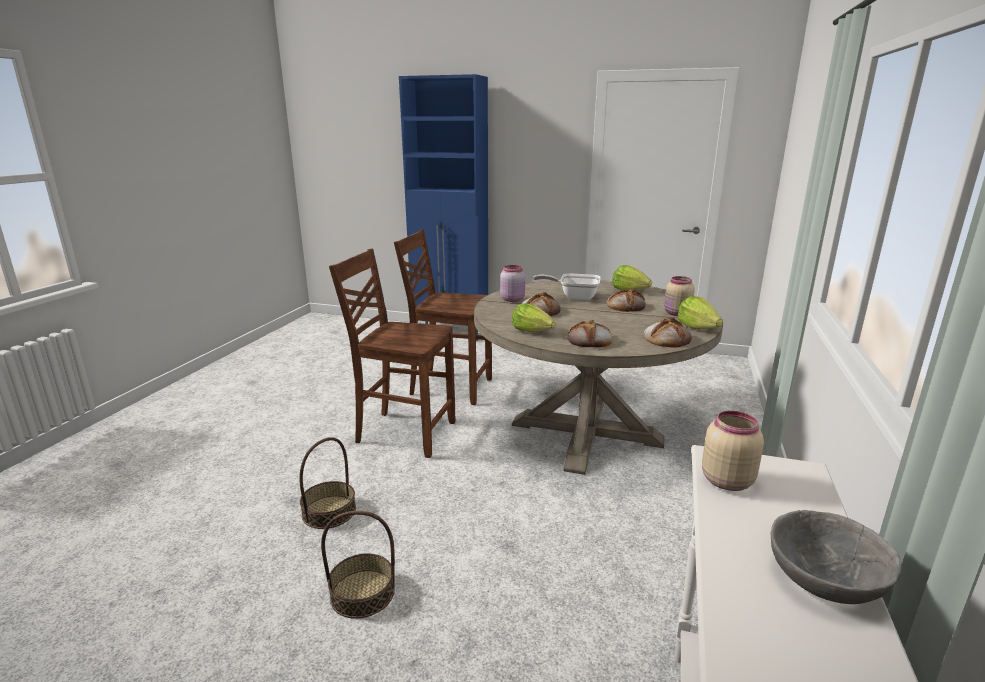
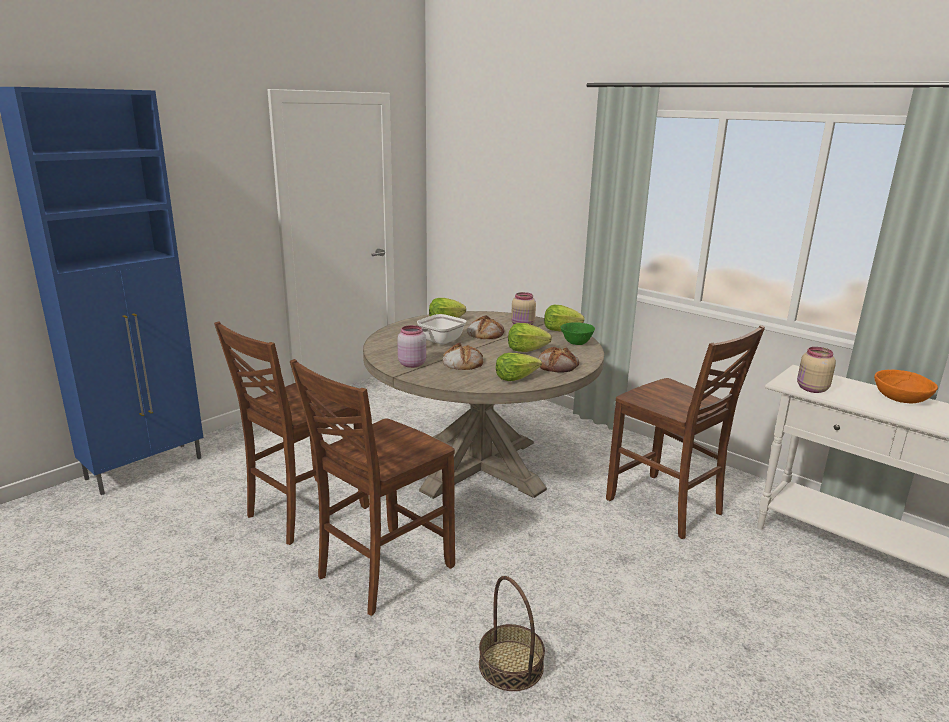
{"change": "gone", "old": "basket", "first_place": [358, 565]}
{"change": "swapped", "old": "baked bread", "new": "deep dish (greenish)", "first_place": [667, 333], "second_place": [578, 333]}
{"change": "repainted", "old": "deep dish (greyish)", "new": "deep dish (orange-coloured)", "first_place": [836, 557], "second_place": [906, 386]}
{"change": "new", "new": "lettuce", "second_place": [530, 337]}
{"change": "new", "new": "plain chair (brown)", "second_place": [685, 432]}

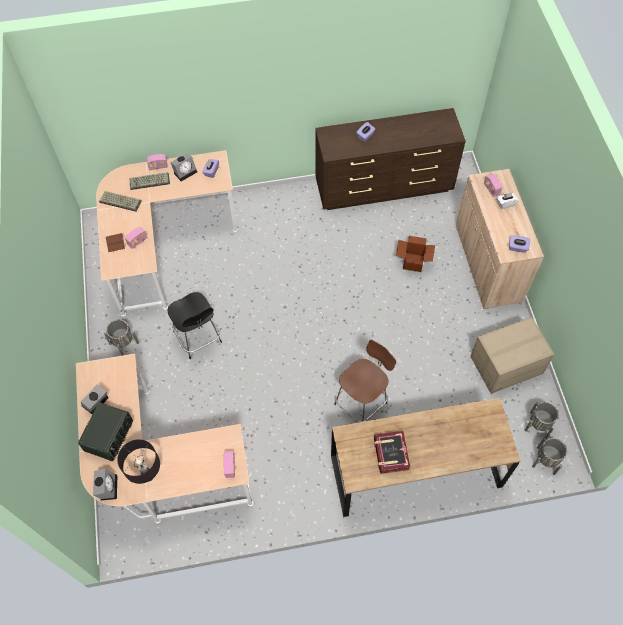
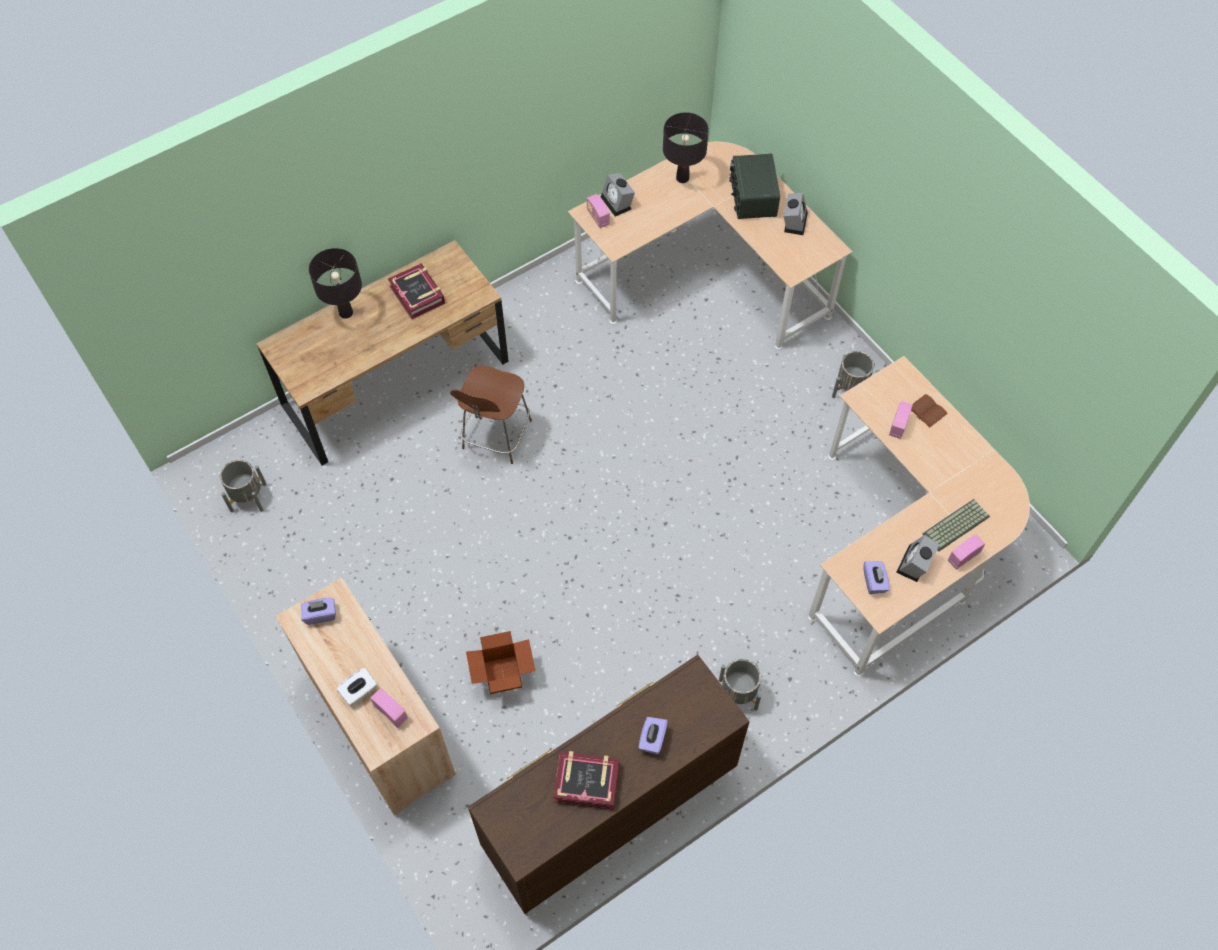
{"change": "shifted", "old": "alarm clock", "first_place": [105, 484], "second_place": [618, 194]}
{"change": "gone", "old": "PC keyboard", "first_place": [120, 201]}
{"change": "gone", "old": "plain chair (black)", "first_place": [194, 325]}
{"change": "gone", "old": "carton", "first_place": [512, 355]}
{"change": "shifted", "old": "plant pot (greyish)", "first_place": [549, 456], "second_place": [740, 685]}
{"change": "new", "new": "tabletop lamp (black)", "second_place": [335, 283]}
{"change": "new", "new": "volume", "second_place": [586, 780]}

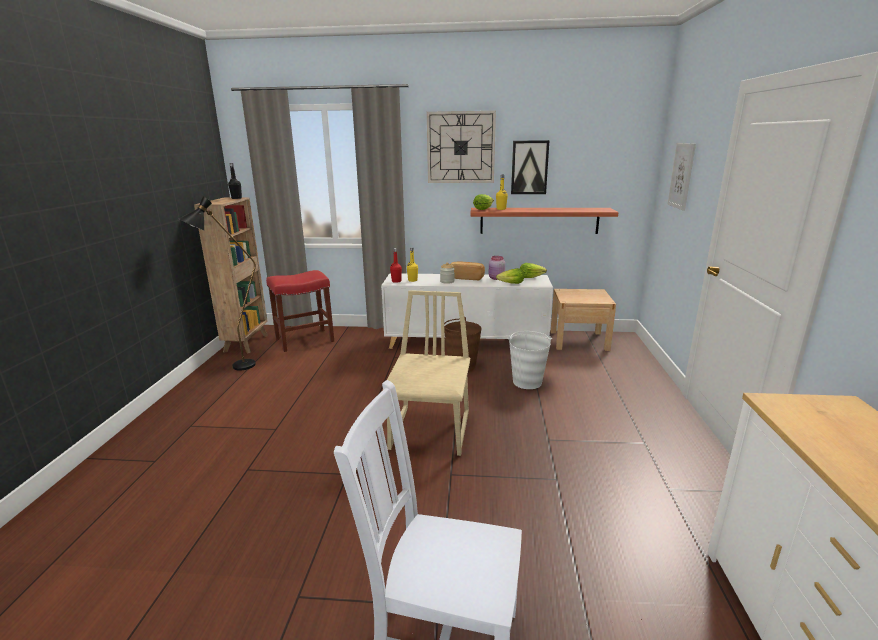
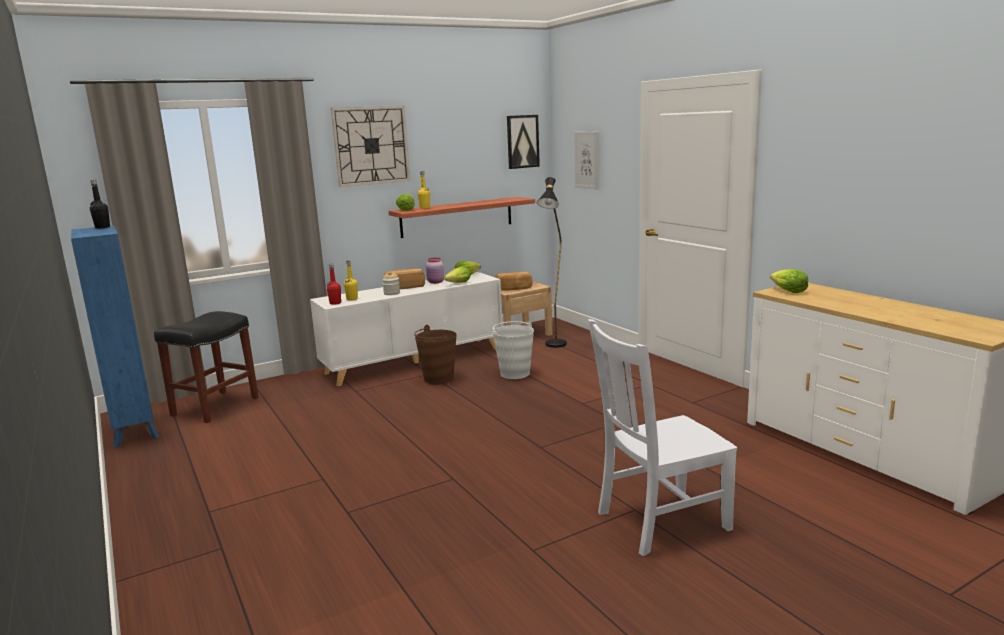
{"change": "shifted", "old": "standing lamp (black)", "first_place": [217, 283], "second_place": [552, 262]}
{"change": "repainted", "old": "bookshelf (brown)", "new": "bookshelf (blue)", "first_place": [231, 275], "second_place": [115, 336]}
{"change": "repainted", "old": "sitting stool (reddish)", "new": "sitting stool (black)", "first_place": [300, 311], "second_place": [206, 367]}
{"change": "gone", "old": "plain chair (beige-coloured)", "first_place": [426, 373]}
{"change": "shifted", "old": "wall picture", "first_place": [530, 167], "second_place": [523, 142]}
{"change": "new", "new": "baked bread", "second_place": [513, 281]}
{"change": "new", "new": "lettuce", "second_place": [789, 281]}

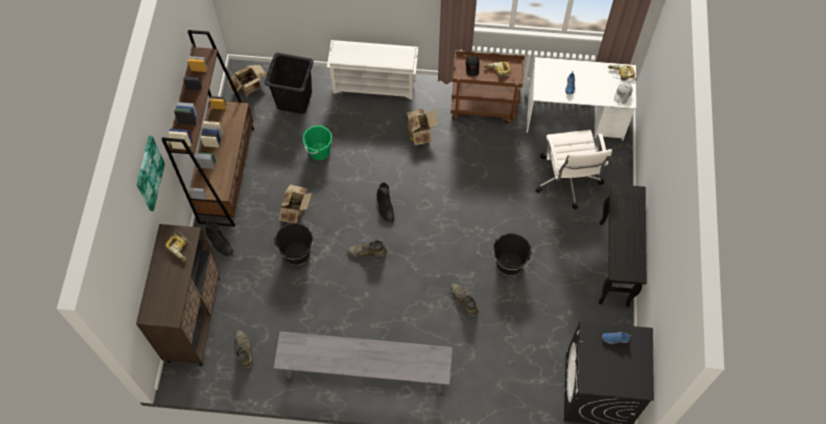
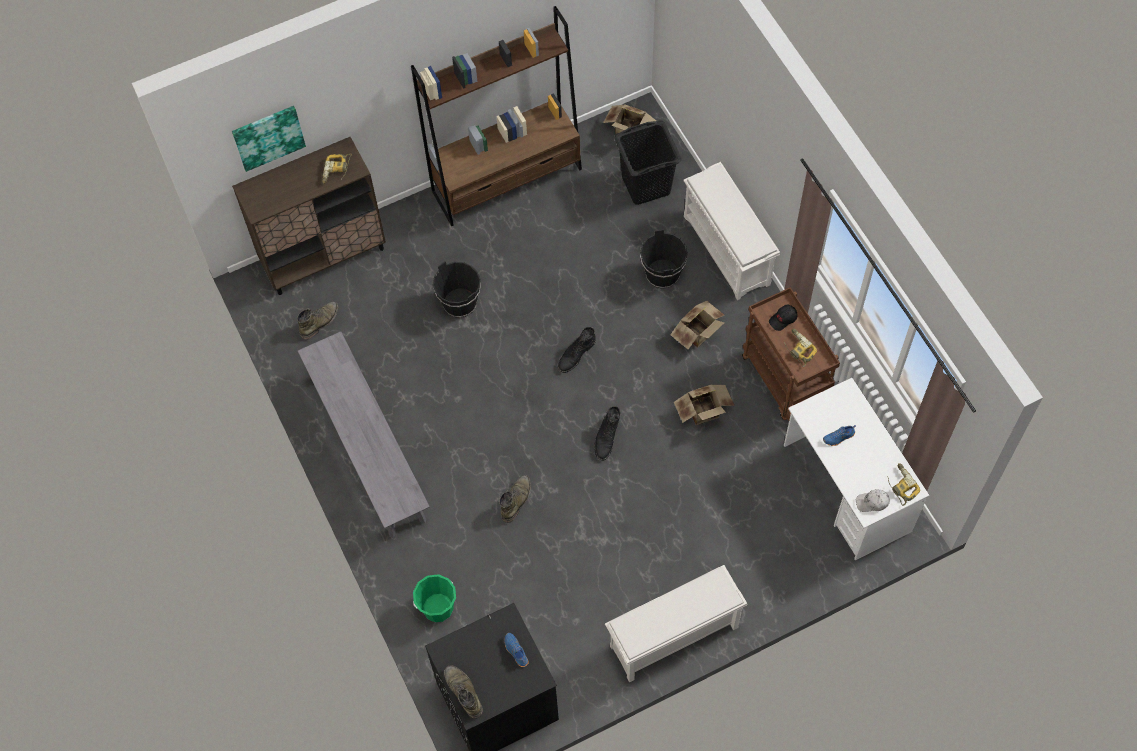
{"change": "shifted", "old": "wall picture", "first_place": [151, 173], "second_place": [269, 139]}
{"change": "shifted", "old": "boot (black)", "first_place": [220, 238], "second_place": [607, 433]}
{"change": "shifted", "old": "carton", "first_place": [295, 204], "second_place": [704, 405]}
{"change": "shifted", "old": "bucket (greenish)", "first_place": [317, 143], "second_place": [434, 598]}
{"change": "shifted", "old": "boot (greenish)", "first_place": [367, 249], "second_place": [463, 692]}
{"change": "shifted", "old": "bucket (black)", "first_place": [512, 254], "second_place": [664, 259]}
{"change": "gone", "old": "computer chair (whitish)", "first_place": [574, 169]}
{"change": "swapped", "old": "narrow table (black)", "new": "shoe stand (whitish)", "first_place": [623, 245], "second_place": [676, 624]}

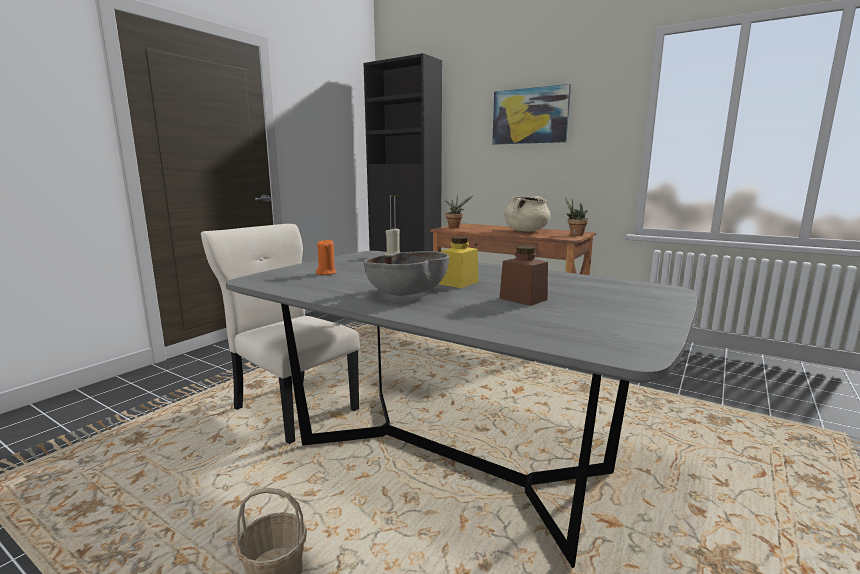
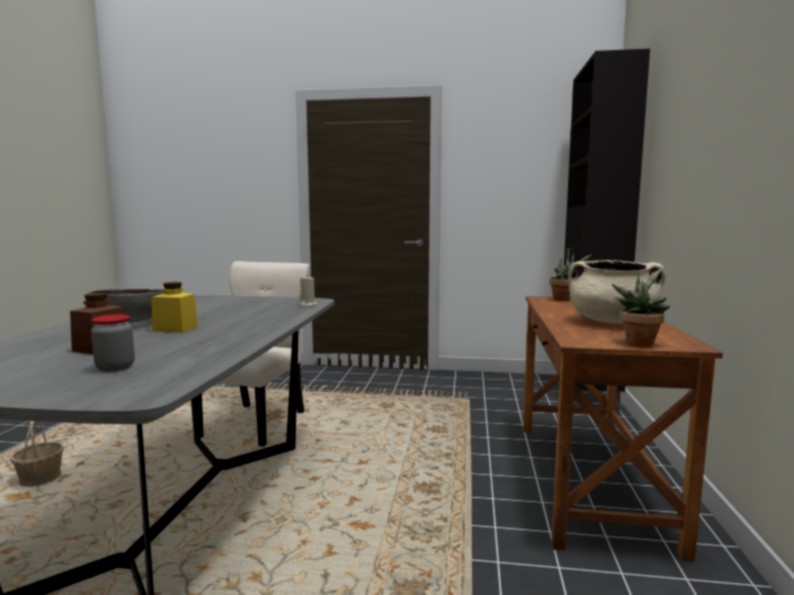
{"change": "gone", "old": "wax candle (orange-coloured)", "first_place": [326, 257]}
{"change": "gone", "old": "wall picture", "first_place": [531, 114]}
{"change": "new", "new": "preserve jar", "second_place": [113, 343]}

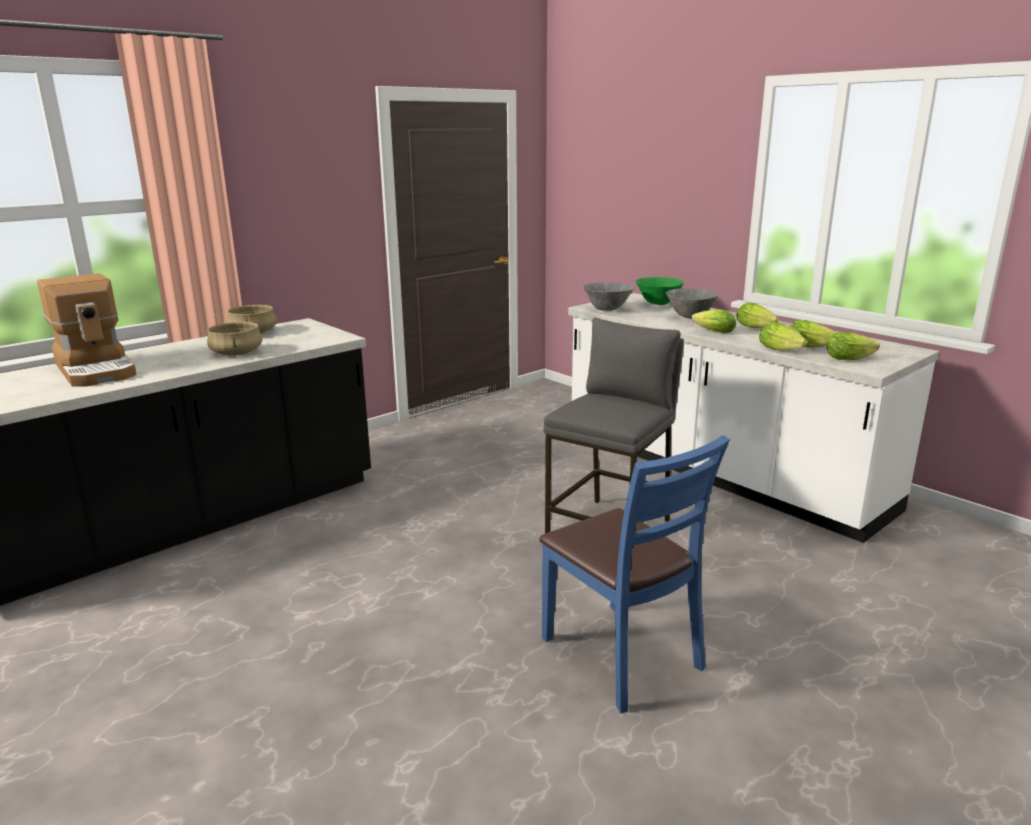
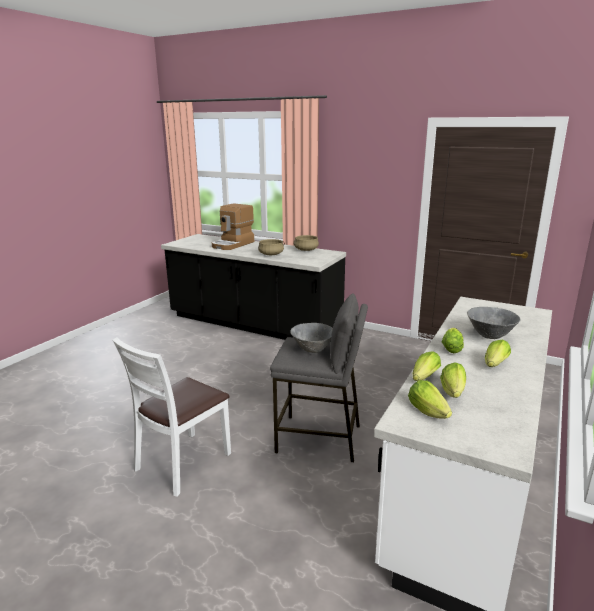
{"change": "repainted", "old": "plain chair (blue)", "new": "plain chair (whitish)", "first_place": [634, 574], "second_place": [172, 417]}
{"change": "shifted", "old": "deep dish (greyish)", "first_place": [608, 297], "second_place": [311, 338]}
{"change": "gone", "old": "deep dish (greenish)", "first_place": [659, 291]}

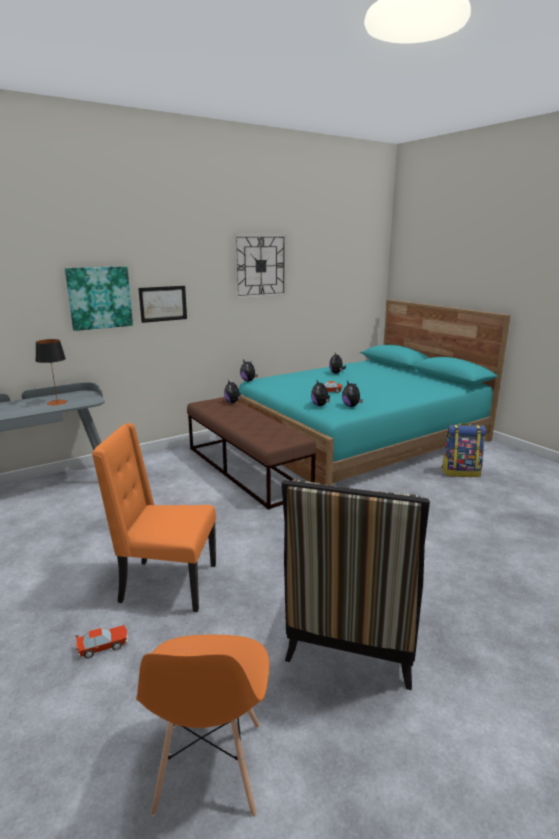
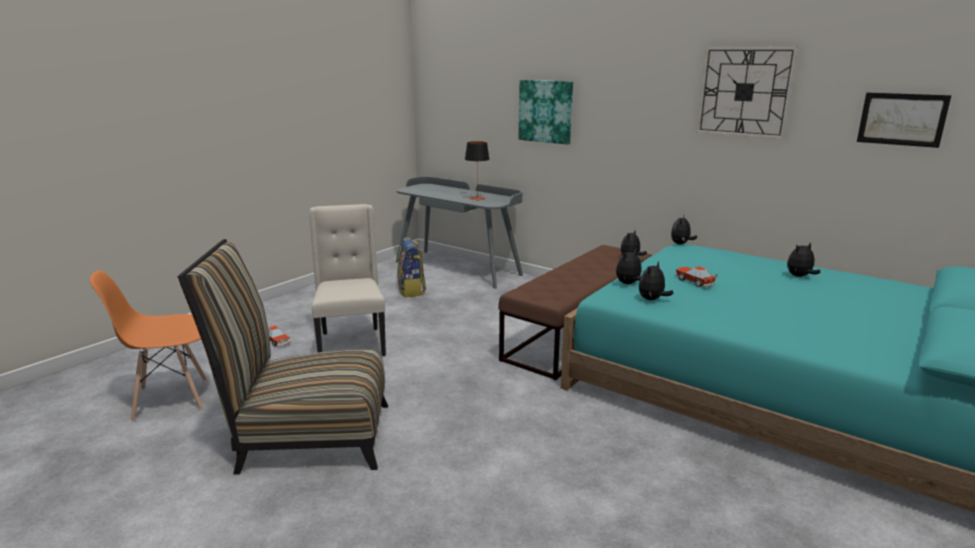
{"change": "repainted", "old": "plain chair (orange-coloured)", "new": "plain chair (beige-coloured)", "first_place": [154, 517], "second_place": [347, 280]}
{"change": "shifted", "old": "wall picture", "first_place": [162, 304], "second_place": [904, 120]}
{"change": "shifted", "old": "rucksack", "first_place": [464, 450], "second_place": [411, 267]}

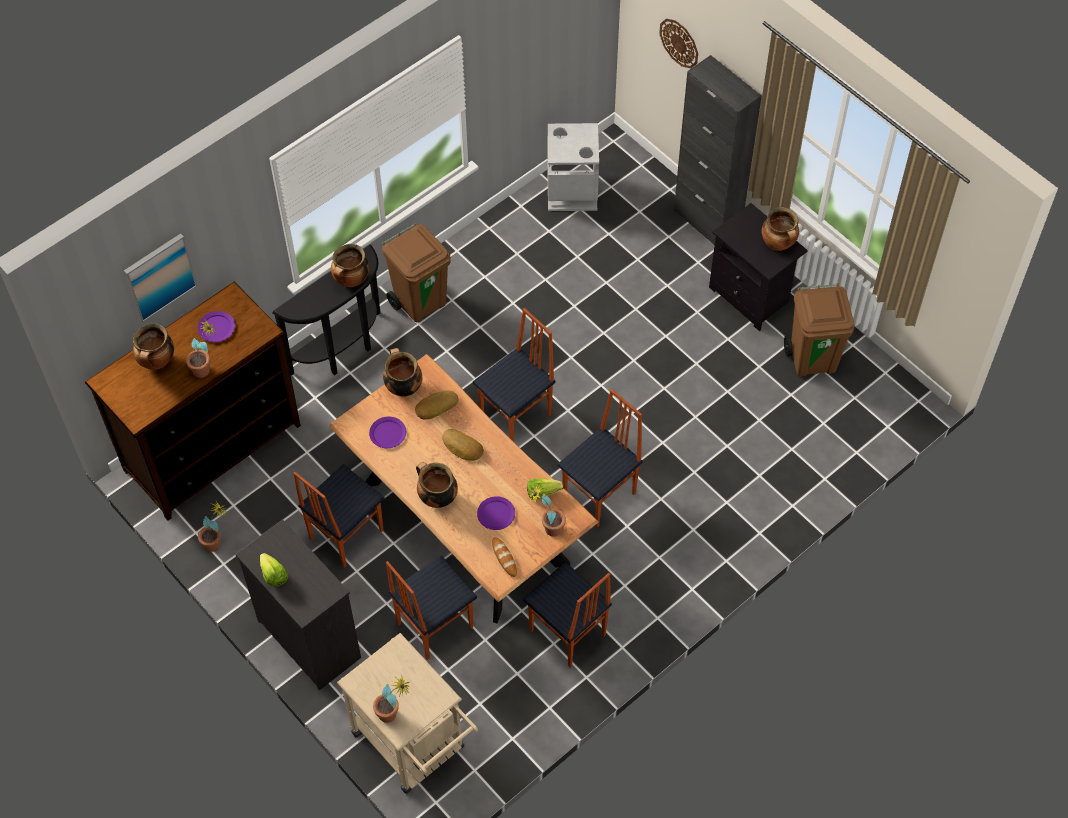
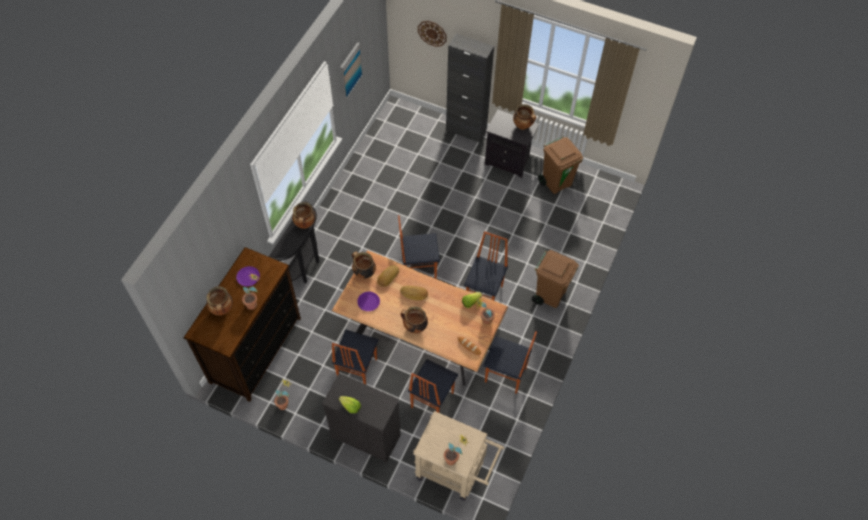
{"change": "shifted", "old": "wall picture", "first_place": [160, 277], "second_place": [351, 70]}
{"change": "shifted", "old": "trash can (brown)", "first_place": [416, 272], "second_place": [555, 279]}
{"change": "rotated", "old": "plain chair", "first_place": [514, 375], "second_place": [419, 247], "degrees": -120}
{"change": "gone", "old": "plate (purple-coloured)", "first_place": [496, 513]}
{"change": "gone", "old": "trash can (greyish)", "first_place": [573, 167]}

